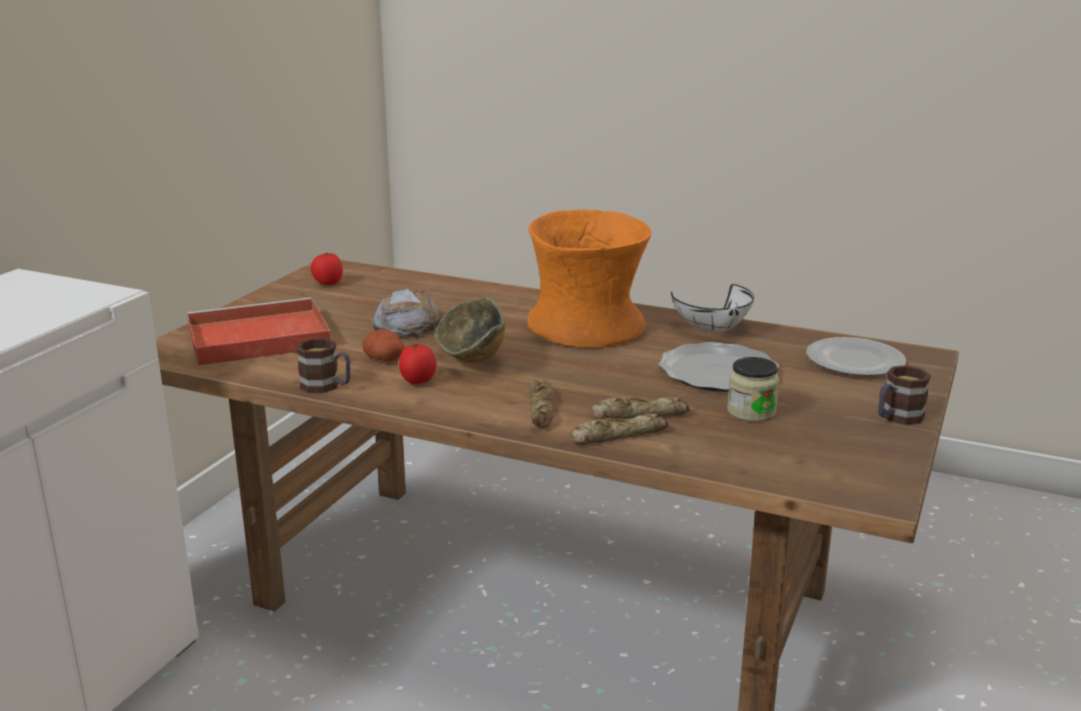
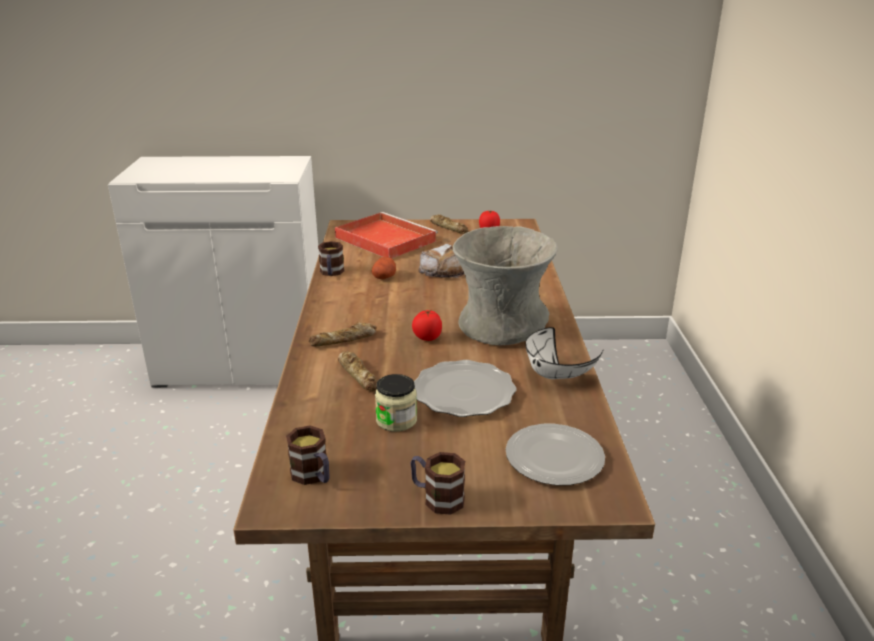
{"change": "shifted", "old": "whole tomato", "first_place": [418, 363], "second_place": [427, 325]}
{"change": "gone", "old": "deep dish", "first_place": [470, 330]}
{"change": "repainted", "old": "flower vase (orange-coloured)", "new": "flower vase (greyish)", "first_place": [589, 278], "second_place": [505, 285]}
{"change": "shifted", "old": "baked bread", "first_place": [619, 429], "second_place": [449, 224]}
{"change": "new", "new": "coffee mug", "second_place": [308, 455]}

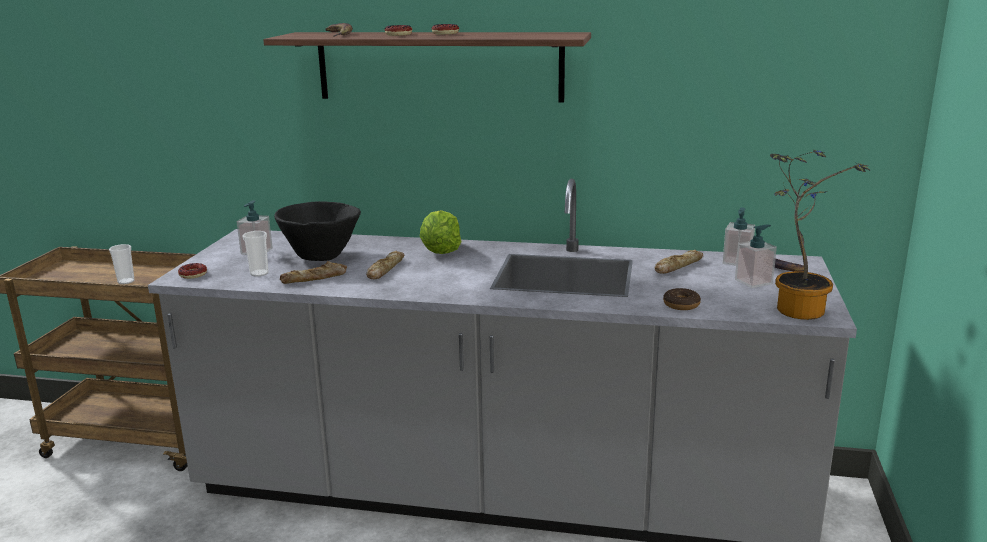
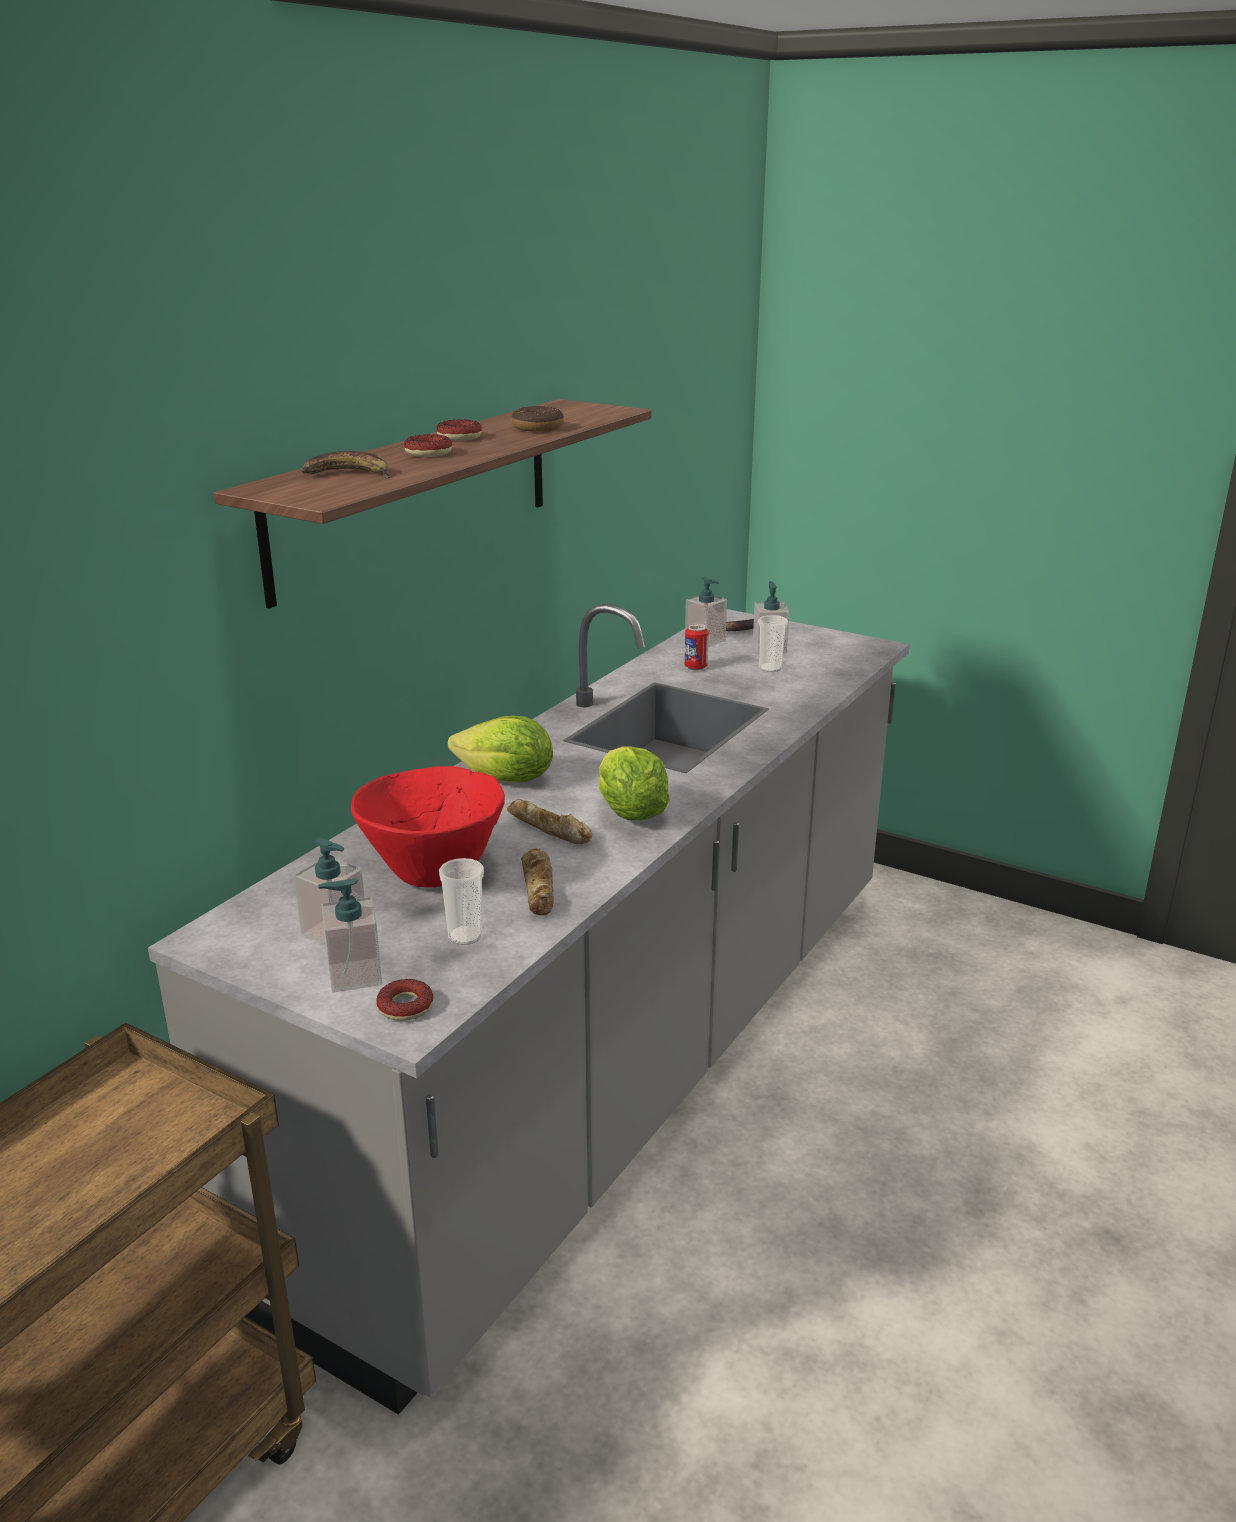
{"change": "shifted", "old": "small cup", "first_place": [121, 264], "second_place": [773, 643]}
{"change": "repainted", "old": "deep dish (black)", "new": "deep dish (reddish)", "first_place": [317, 231], "second_place": [428, 827]}
{"change": "swapped", "old": "baked bread", "new": "metal can", "first_place": [679, 262], "second_place": [697, 647]}
{"change": "shifted", "old": "donut", "first_place": [682, 299], "second_place": [537, 419]}
{"change": "gone", "old": "potted plant", "first_place": [820, 234]}
{"change": "new", "new": "liquid soap bottle", "second_place": [350, 935]}
{"change": "new", "new": "lettuce", "second_place": [634, 783]}

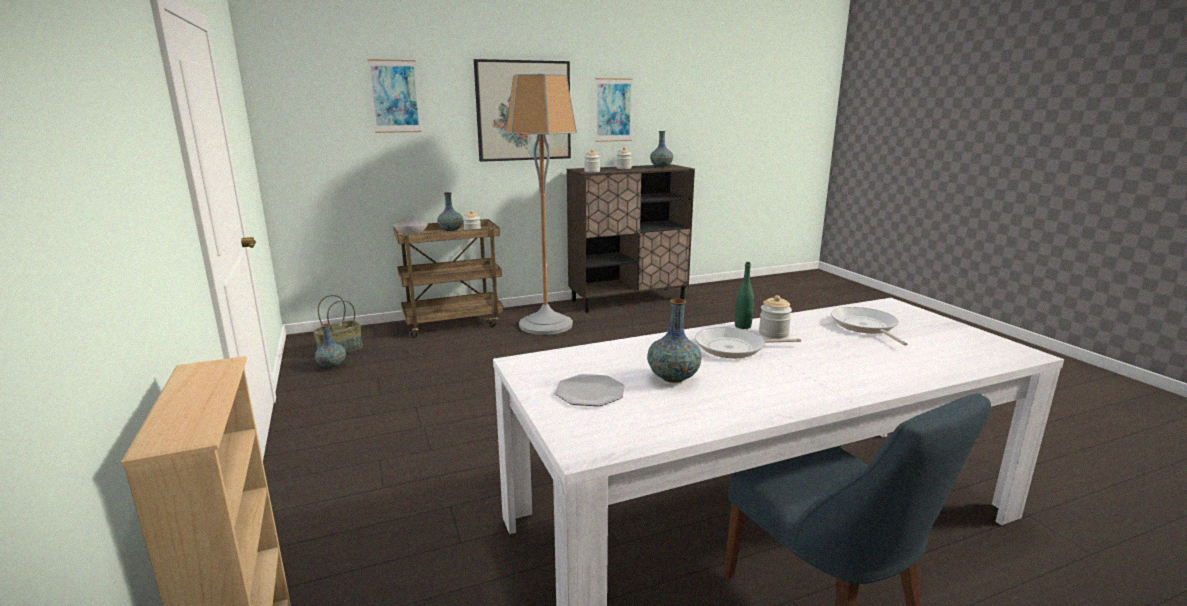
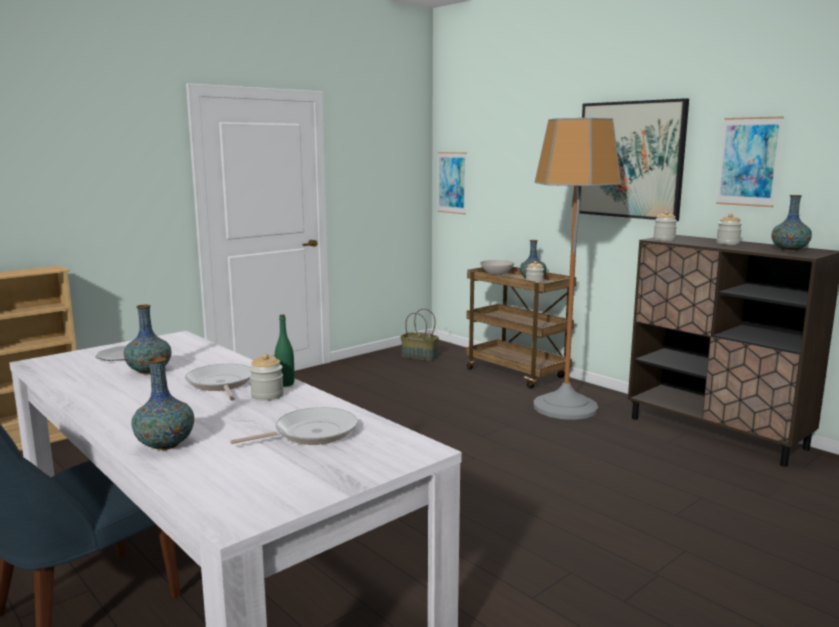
{"change": "shifted", "old": "flower vase", "first_place": [330, 346], "second_place": [163, 403]}
{"change": "shifted", "old": "wall picture", "first_place": [394, 96], "second_place": [452, 183]}

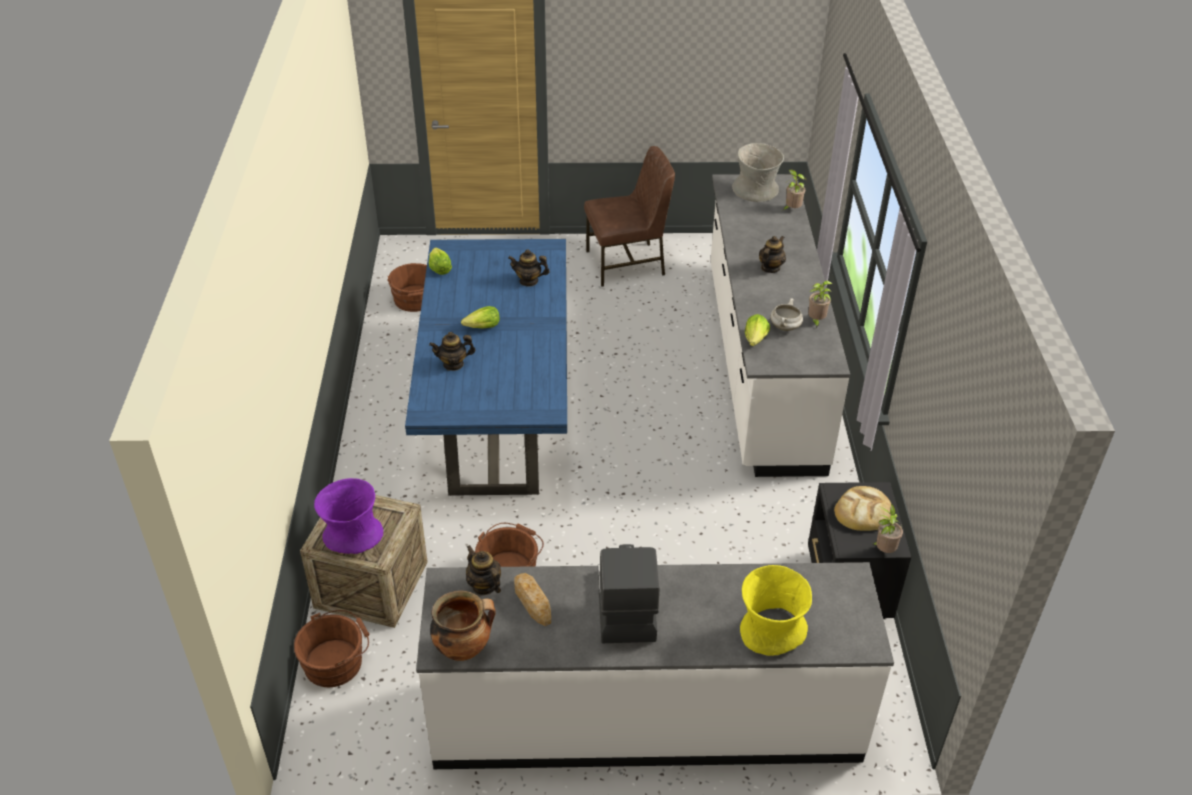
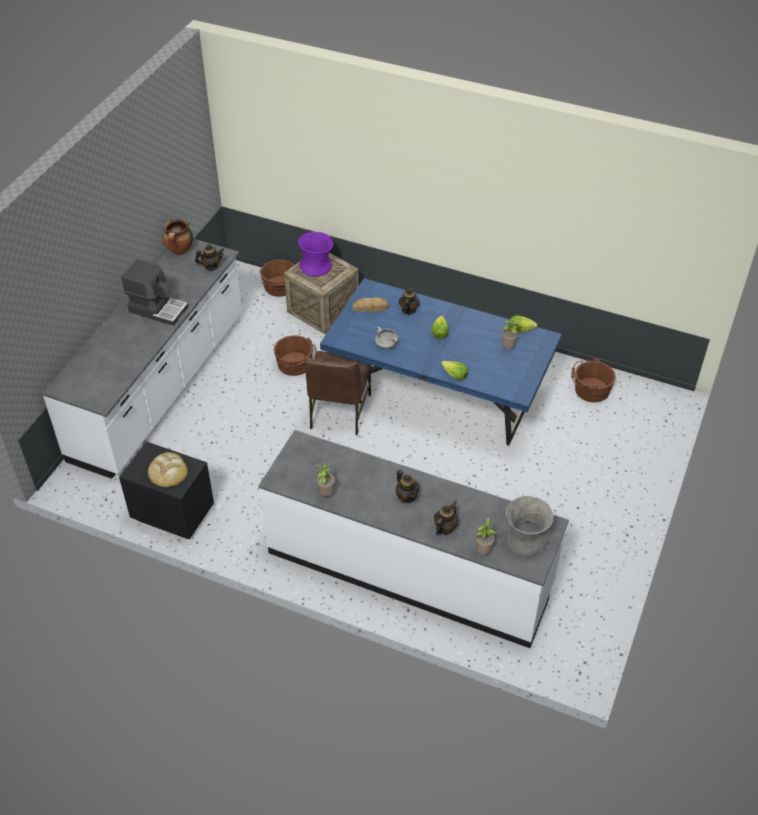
{"change": "shifted", "old": "teapot", "first_place": [529, 268], "second_place": [446, 517]}
{"change": "shifted", "old": "baked bread", "first_place": [532, 599], "second_place": [370, 305]}
{"change": "shifted", "old": "plain chair (brown)", "first_place": [629, 216], "second_place": [338, 393]}
{"change": "gone", "old": "flower vase (yellow)", "first_place": [776, 610]}
{"change": "shifted", "old": "lettuce", "first_place": [757, 330], "second_place": [454, 370]}
{"change": "shifted", "old": "cooking pot (whitish)", "first_place": [786, 314], "second_place": [386, 338]}
{"change": "shifted", "old": "potted plant", "first_place": [887, 528], "second_place": [511, 334]}

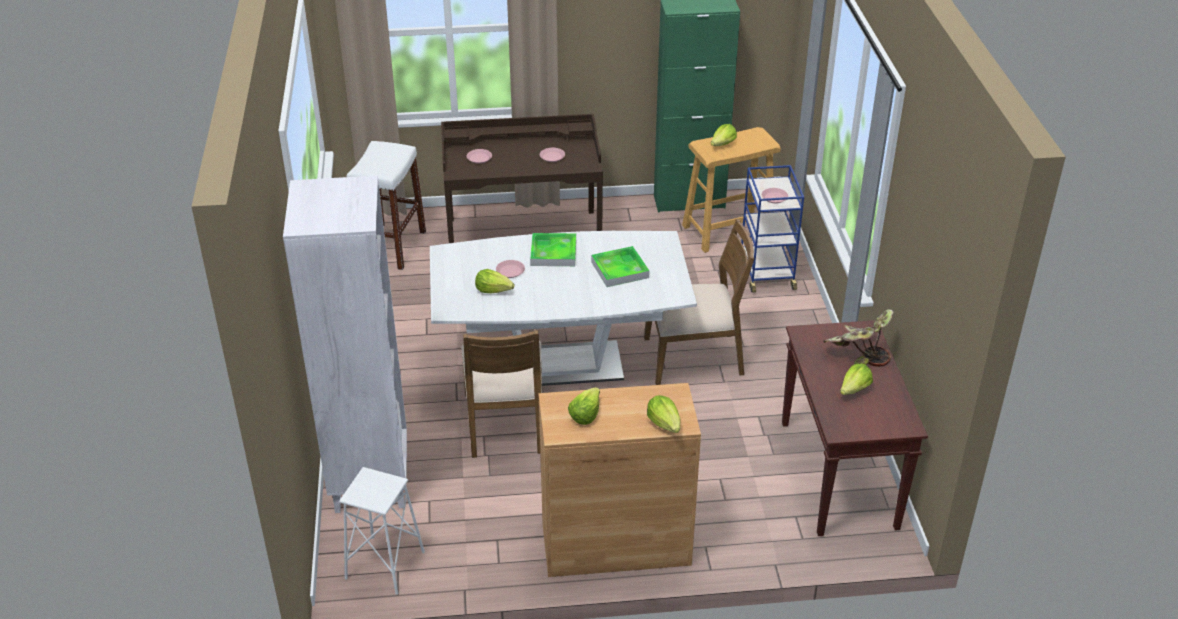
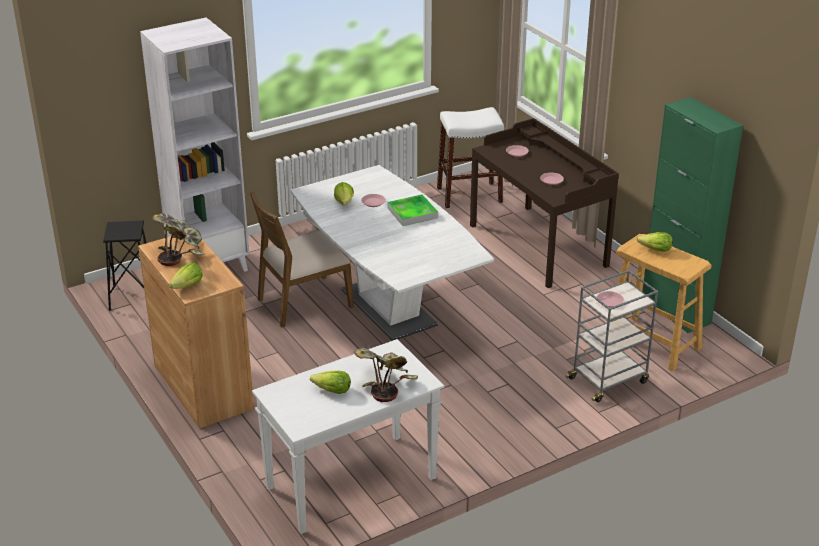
{"change": "repainted", "old": "sitting stool (whitish)", "new": "sitting stool (black)", "first_place": [382, 531], "second_place": [125, 265]}
{"change": "swapped", "old": "lettuce", "new": "potted plant", "first_place": [584, 406], "second_place": [178, 239]}
{"change": "gone", "old": "serving tray", "first_place": [620, 266]}
{"change": "gone", "old": "plain chair (brown)", "first_place": [699, 302]}
{"change": "repainted", "old": "trolley (blue)", "new": "trolley (greyish)", "first_place": [772, 229], "second_place": [612, 336]}
{"change": "repainted", "old": "narrow table (brown)", "new": "narrow table (whitish)", "first_place": [855, 428], "second_place": [348, 436]}

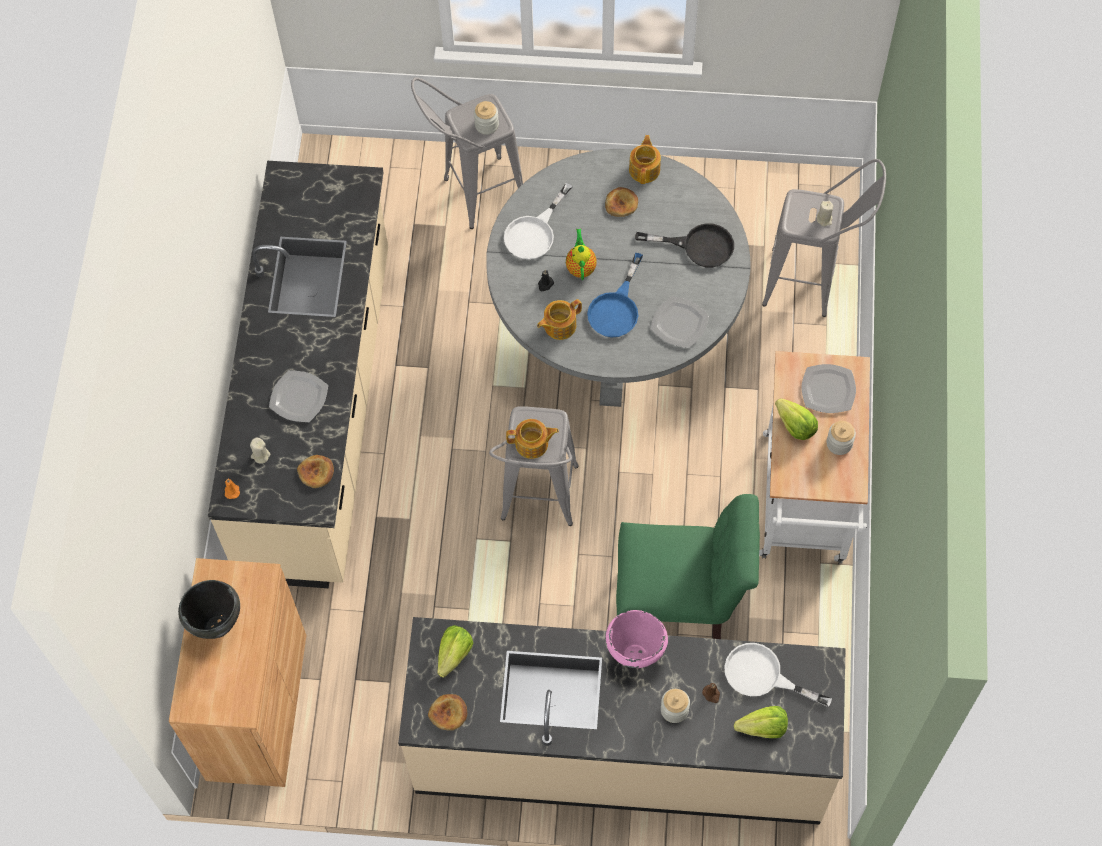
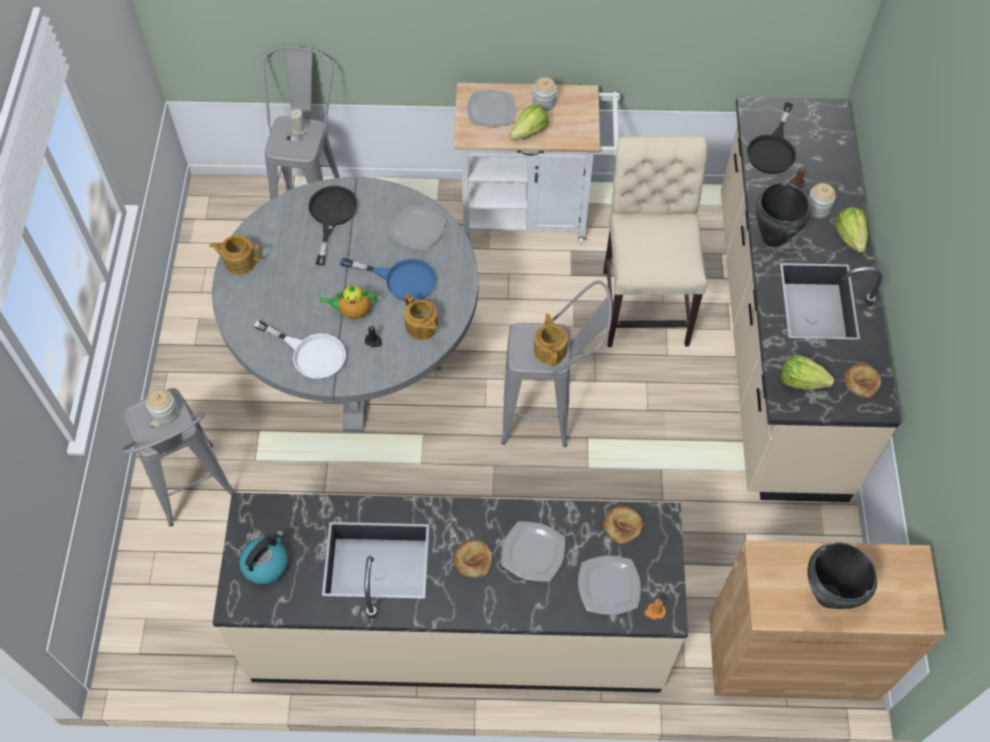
{"change": "swapped", "old": "wax candle (beige-coloured)", "new": "plate", "first_place": [260, 451], "second_place": [609, 585]}
{"change": "shifted", "old": "baked bread", "first_place": [621, 202], "second_place": [472, 559]}
{"change": "repainted", "old": "cooking pot (pink-coloured)", "new": "cooking pot (black)", "first_place": [637, 639], "second_place": [782, 215]}
{"change": "repainted", "old": "plain chair (greenish)", "new": "plain chair (beige-coloured)", "first_place": [688, 566], "second_place": [655, 241]}
{"change": "repainted", "old": "pan (whitish)", "new": "pan (black)", "first_place": [778, 675], "second_place": [771, 138]}
{"change": "shifted", "old": "lettuce", "first_place": [761, 722], "second_place": [851, 230]}
{"change": "new", "new": "tea kettle", "second_place": [263, 557]}

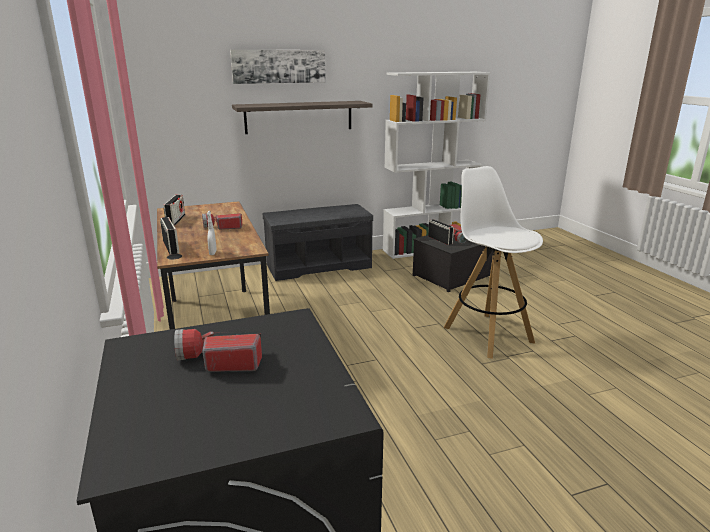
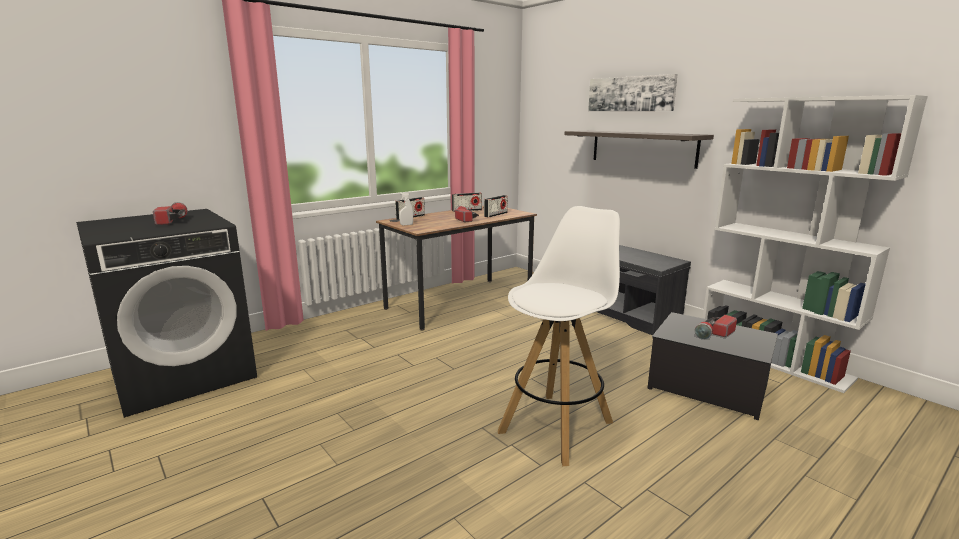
{"change": "shifted", "old": "radio", "first_place": [441, 232], "second_place": [496, 206]}

